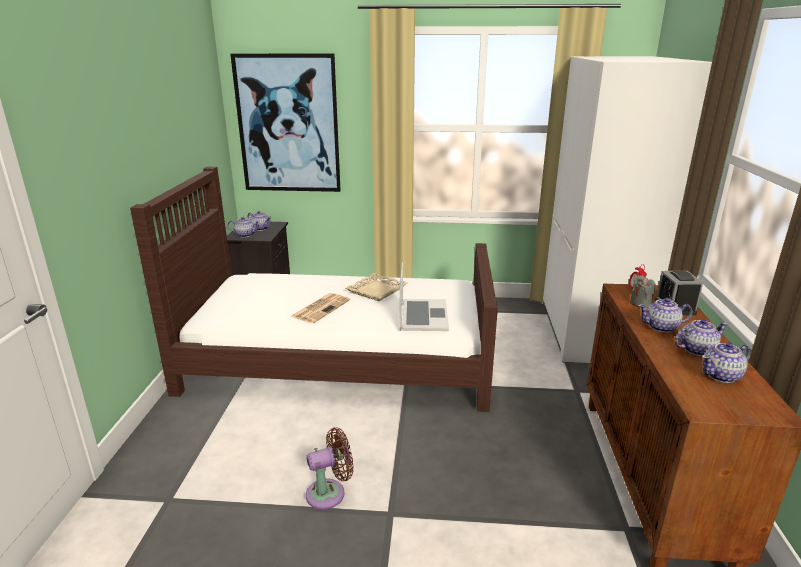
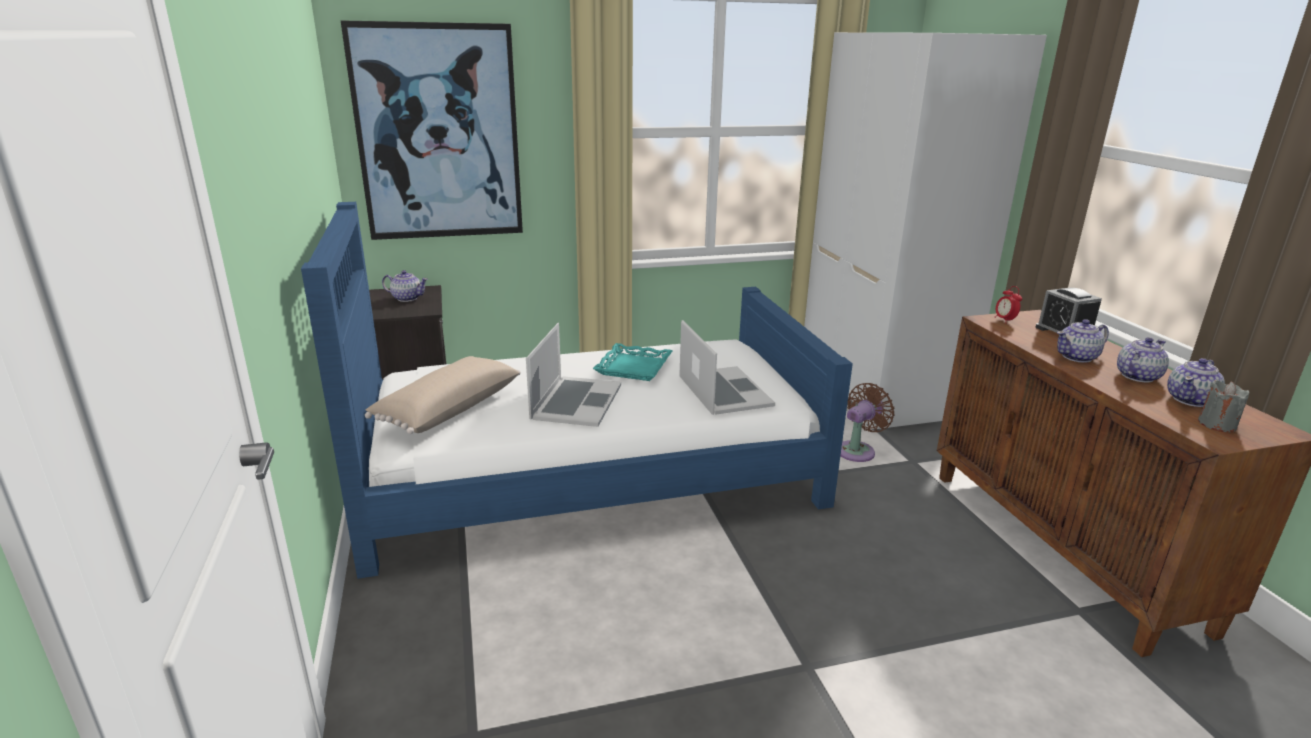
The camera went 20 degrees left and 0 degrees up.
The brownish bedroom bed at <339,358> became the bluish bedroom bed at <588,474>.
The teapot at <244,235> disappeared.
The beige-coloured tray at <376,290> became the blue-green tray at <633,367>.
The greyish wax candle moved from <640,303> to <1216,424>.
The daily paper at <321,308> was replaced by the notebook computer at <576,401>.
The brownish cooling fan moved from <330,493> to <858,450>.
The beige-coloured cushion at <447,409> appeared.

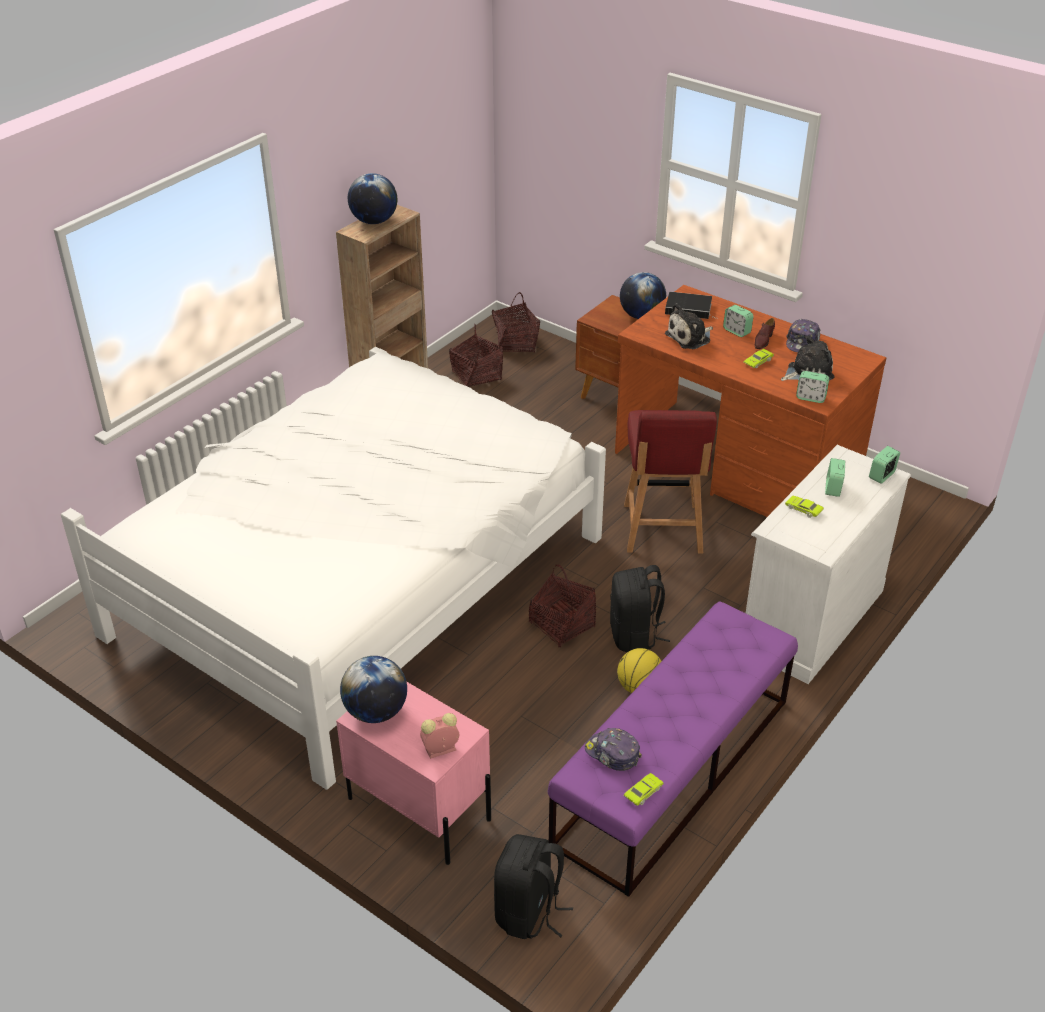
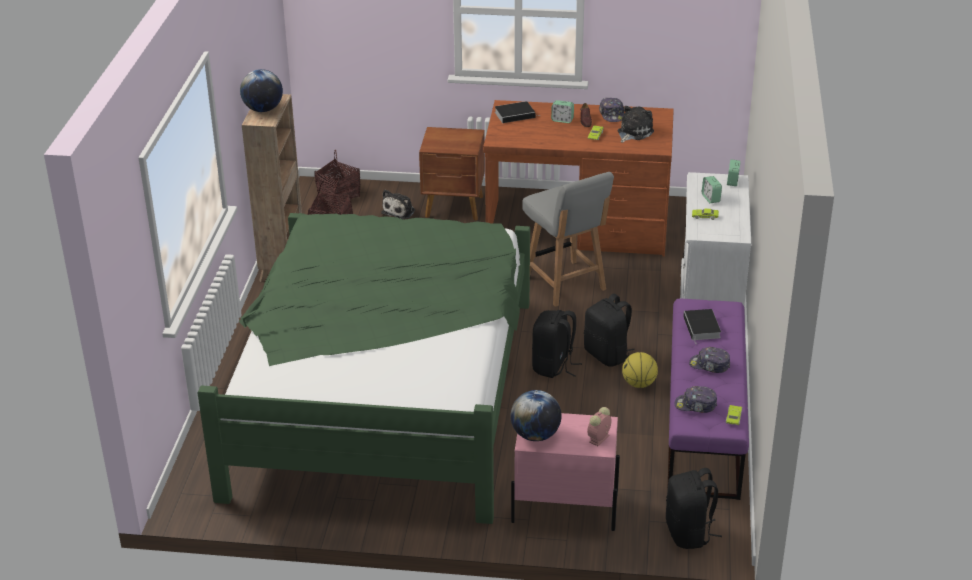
The camera went 30 degrees left and 5 degrees down.
The globe at <641,316> disappeared.
The cuddly toy moved from <690,337> to <400,211>.
The whitish bedroom bed at <359,583> became the green bedroom bed at <383,393>.
The bedside clock at <810,397> disappeared.
The red-coloured chair at <662,530> became the greyish chair at <565,284>.
The basket at <562,625> was replaced by the black-coloured rucksack at <553,366>.
The book at <702,328> appeared.
The baseball cap at <709,365> appeared.

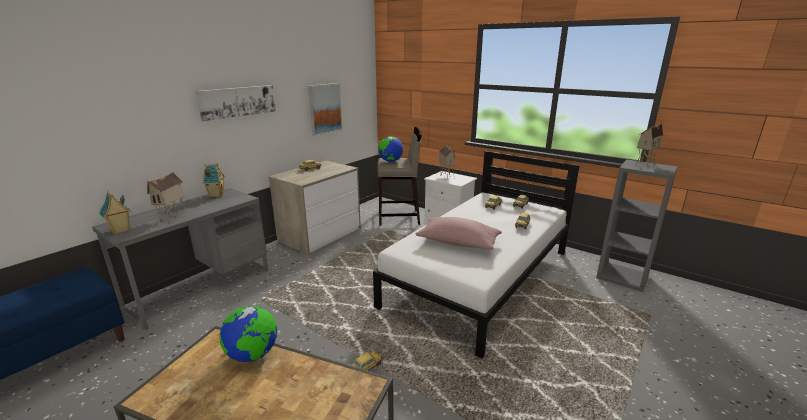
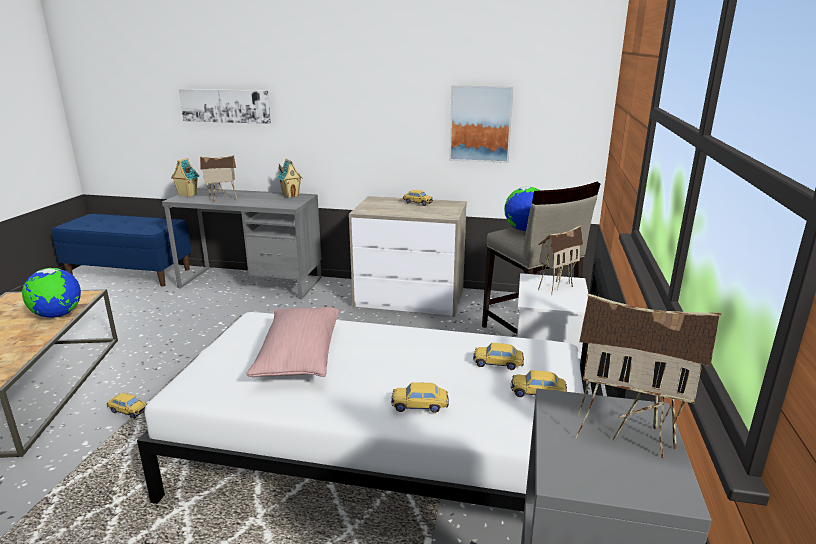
The camera went 65 degrees right and 0 degrees up.
The wall picture moved from <238,101> to <225,105>.

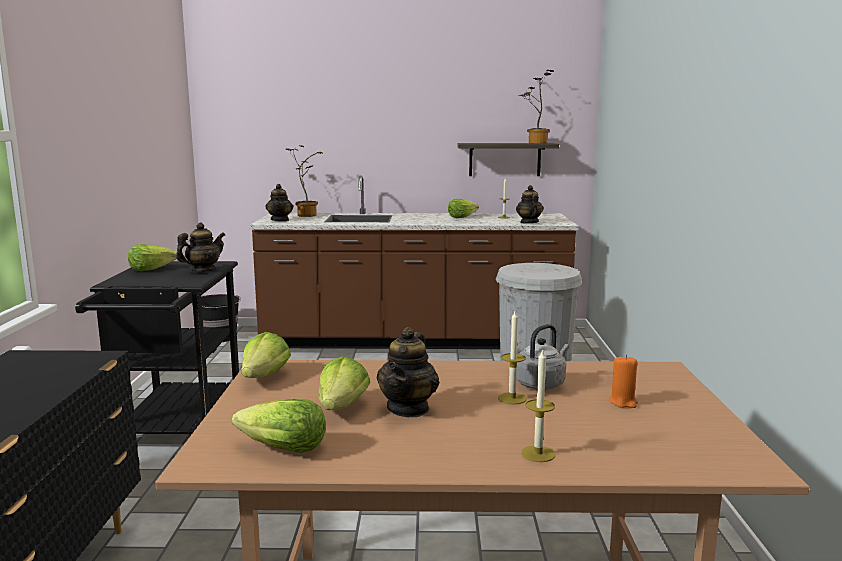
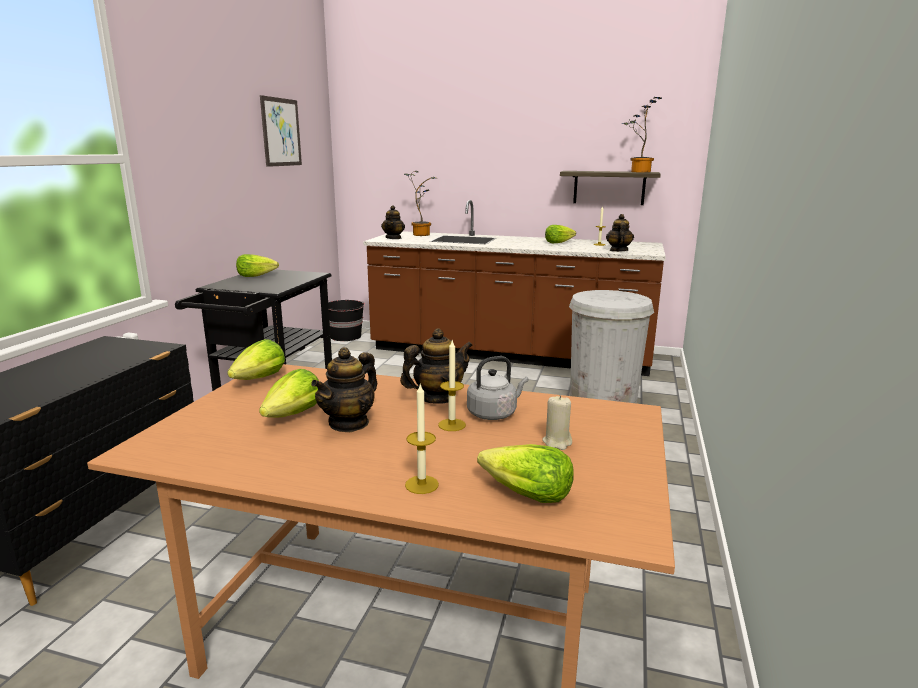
The camera went 15 degrees right and 5 degrees up.
The teapot moved from <203,271> to <437,398>.
The orange wax candle at <623,402> became the beige-coloured wax candle at <557,442>.
The lettuce moved from <282,449> to <526,495>.
The wall picture at <281,132> appeared.

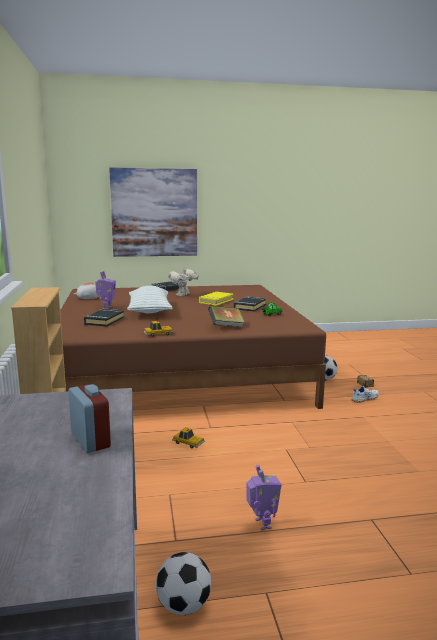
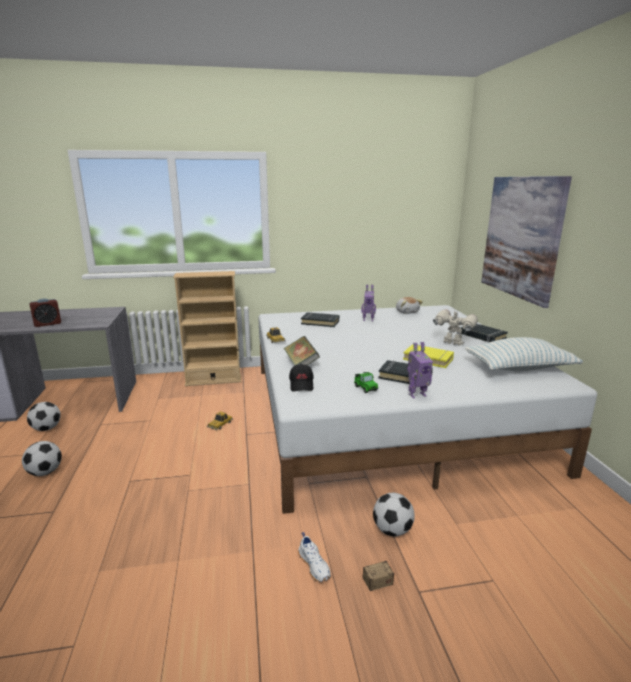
The camera went 90 degrees right and 5 degrees up.
The brownish bedroom bed at <178,371> became the whitish bedroom bed at <387,414>.
The cushion moved from <149,311> to <519,368>.
The toy robot moved from <262,524> to <416,394>.
The black-coloured baseball cap at <302,384> appeared.
The football at <45,472> appeared.

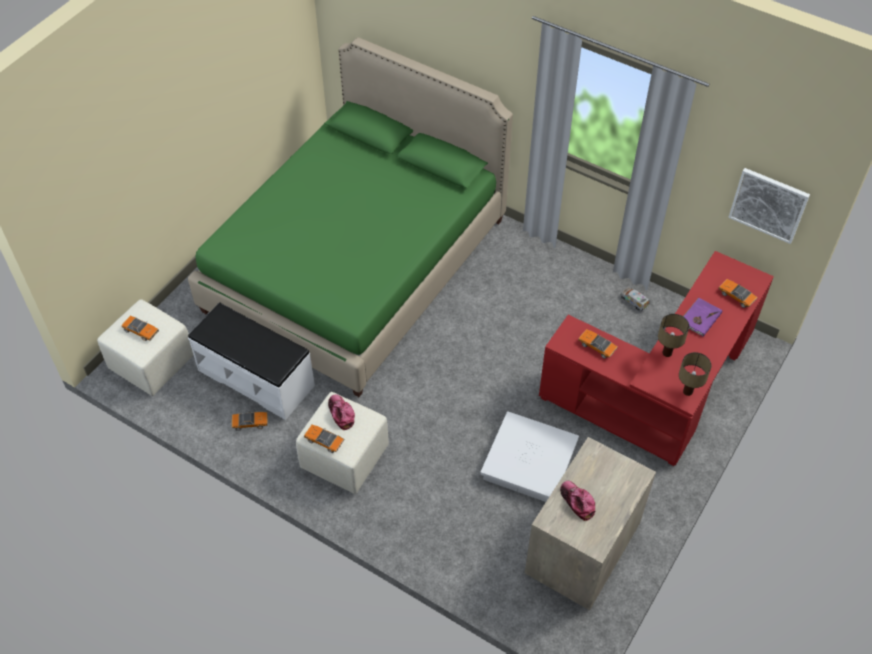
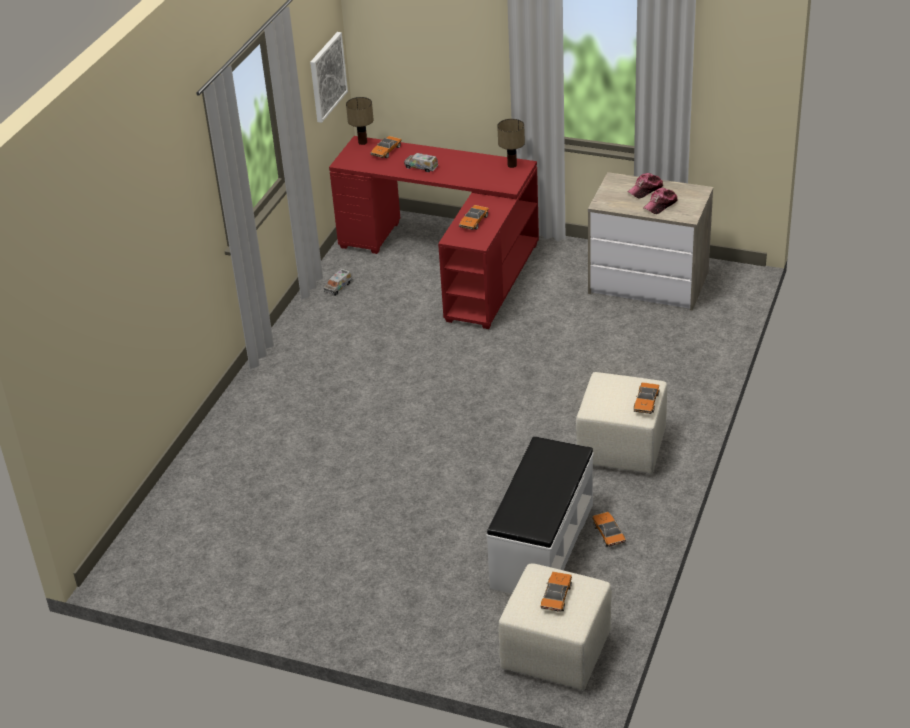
The camera went 100 degrees left and 15 degrees down.
The green bedroom bed at <356,265> disappeared.
The purplish book at <699,318> was replaced by the toy truck at <421,167>.
The tabletop lamp moved from <667,353> to <362,142>.
The baseball cap moved from <341,413> to <645,190>.
The whitish storage bin at <529,462> disappeared.

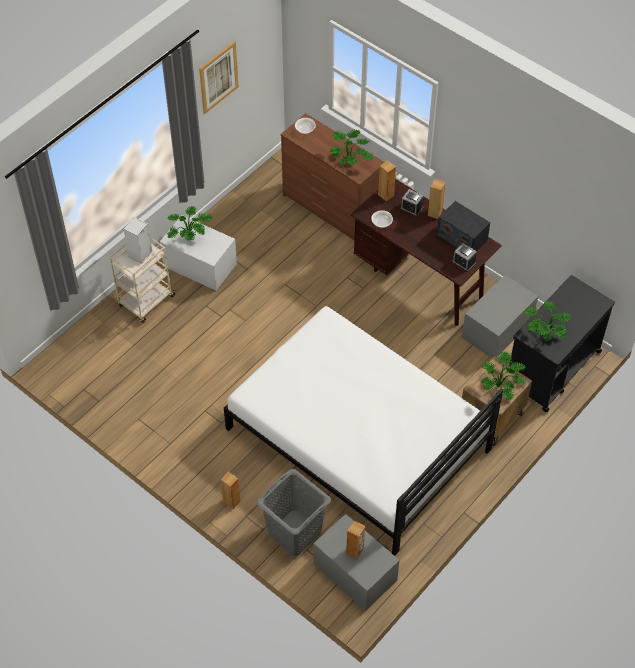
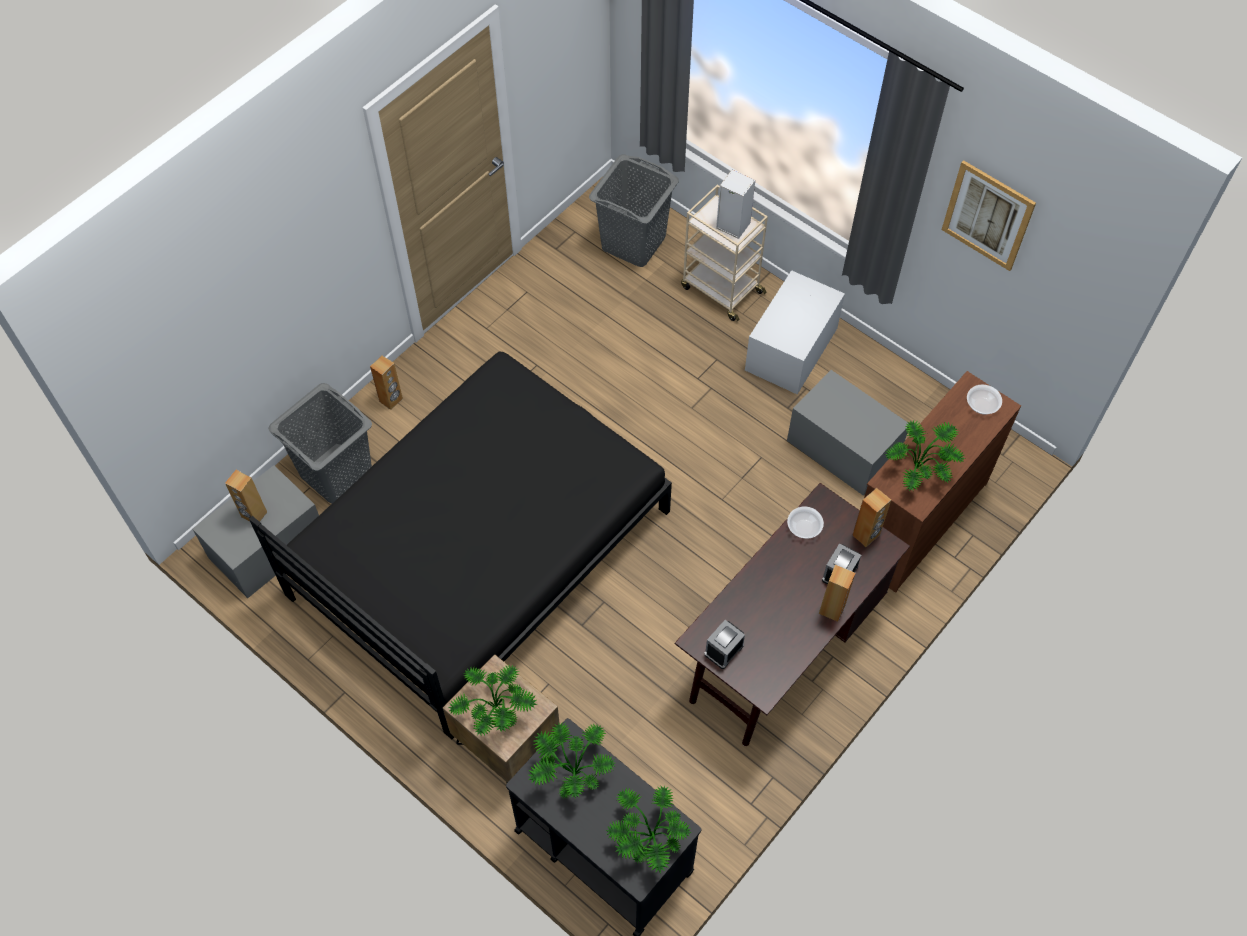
The camera went 90 degrees right and 5 degrees up.
The radio at <461,237> disappeared.
The plant in a pot moved from <190,236> to <647,838>.
The greyish storage bin moved from <497,328> to <843,448>.
The whitish bedroom bed at <357,439> became the black-coloured bedroom bed at <480,552>.
The greyish washing basket at <634,243> appeared.

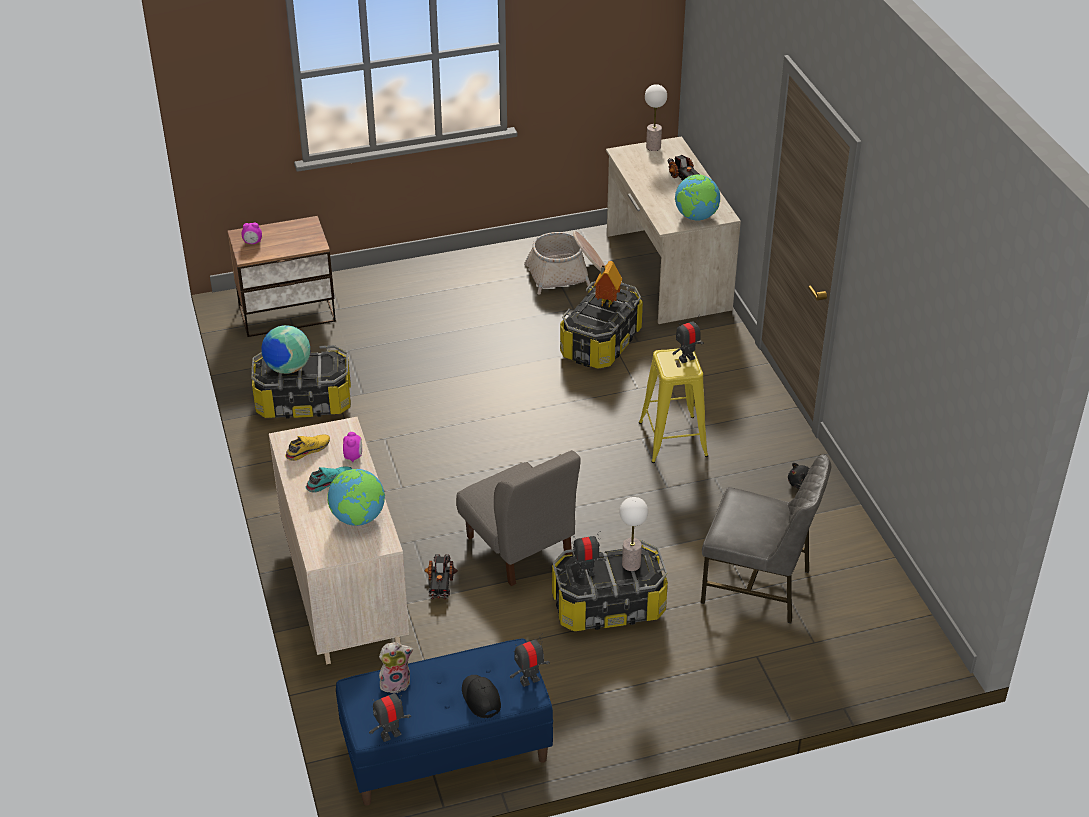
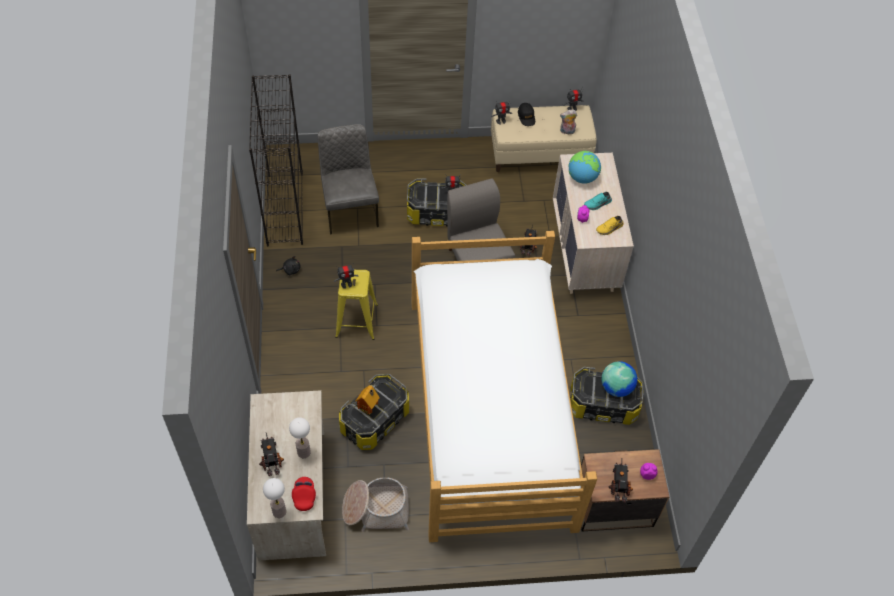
The camera went 170 degrees left and 15 degrees up.
The globe at <696,217> disappeared.
The greyish chair at <758,586> turned 45 degrees clockwise.
The tabletop lamp moved from <631,564> to <303,452>.
The bluish bench at <446,753> became the beige-coloured bench at <540,154>.
The black-coloured shelving unit at <284,209> appeared.
The bedroom bed at <489,411> appeared.
The toy truck at <620,485> appeared.
The red-coloured baseball cap at <304,496> appeared.

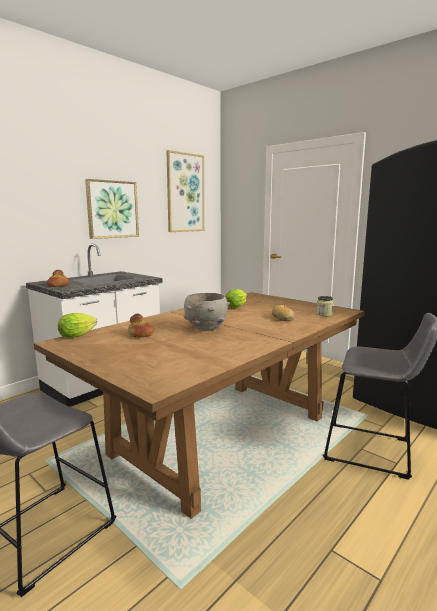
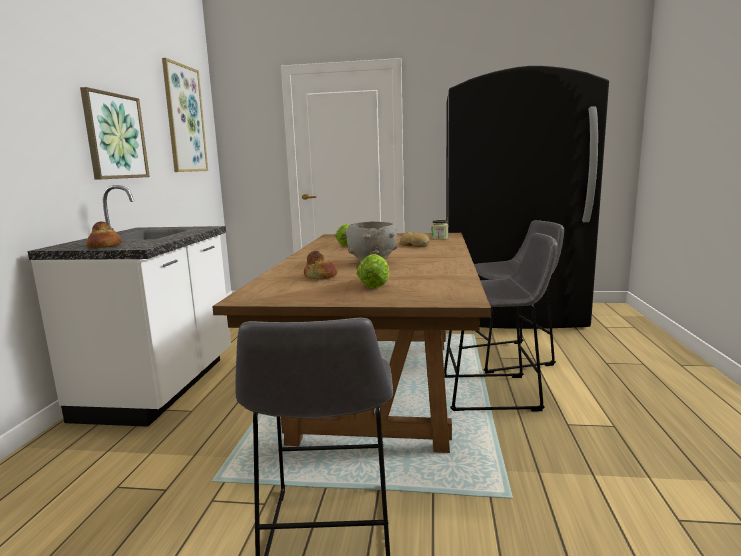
The camera went 35 degrees left and 0 degrees up.
The lettuce moved from <79,335> to <375,285>.
The greyish stool seat at <496,393> appeared.

